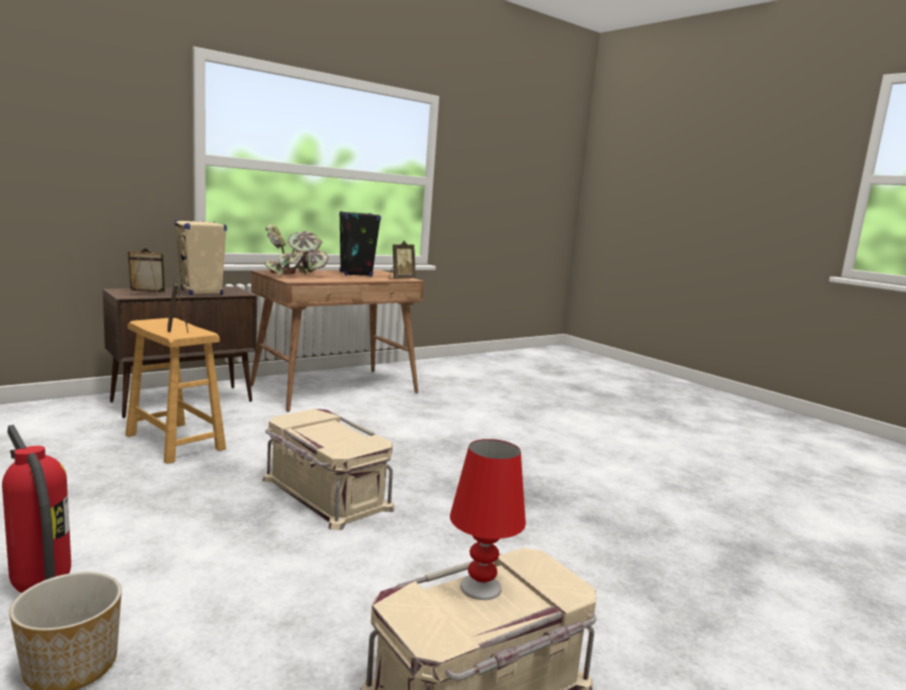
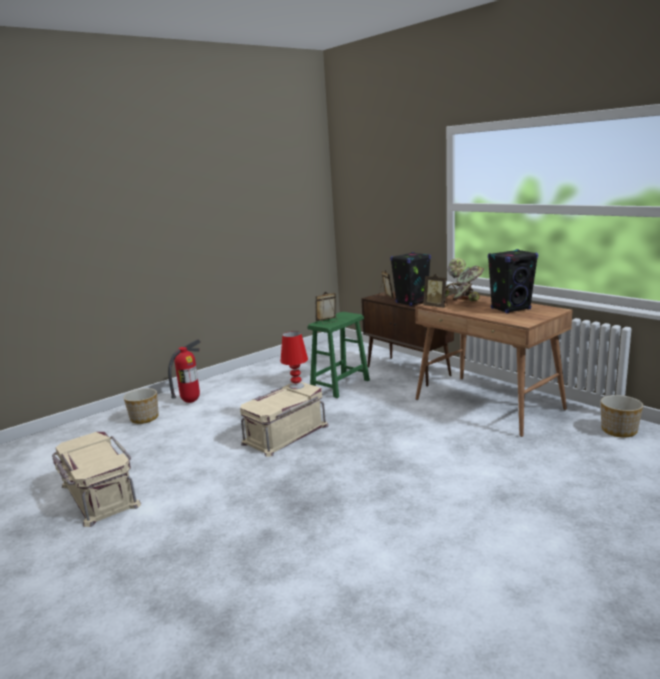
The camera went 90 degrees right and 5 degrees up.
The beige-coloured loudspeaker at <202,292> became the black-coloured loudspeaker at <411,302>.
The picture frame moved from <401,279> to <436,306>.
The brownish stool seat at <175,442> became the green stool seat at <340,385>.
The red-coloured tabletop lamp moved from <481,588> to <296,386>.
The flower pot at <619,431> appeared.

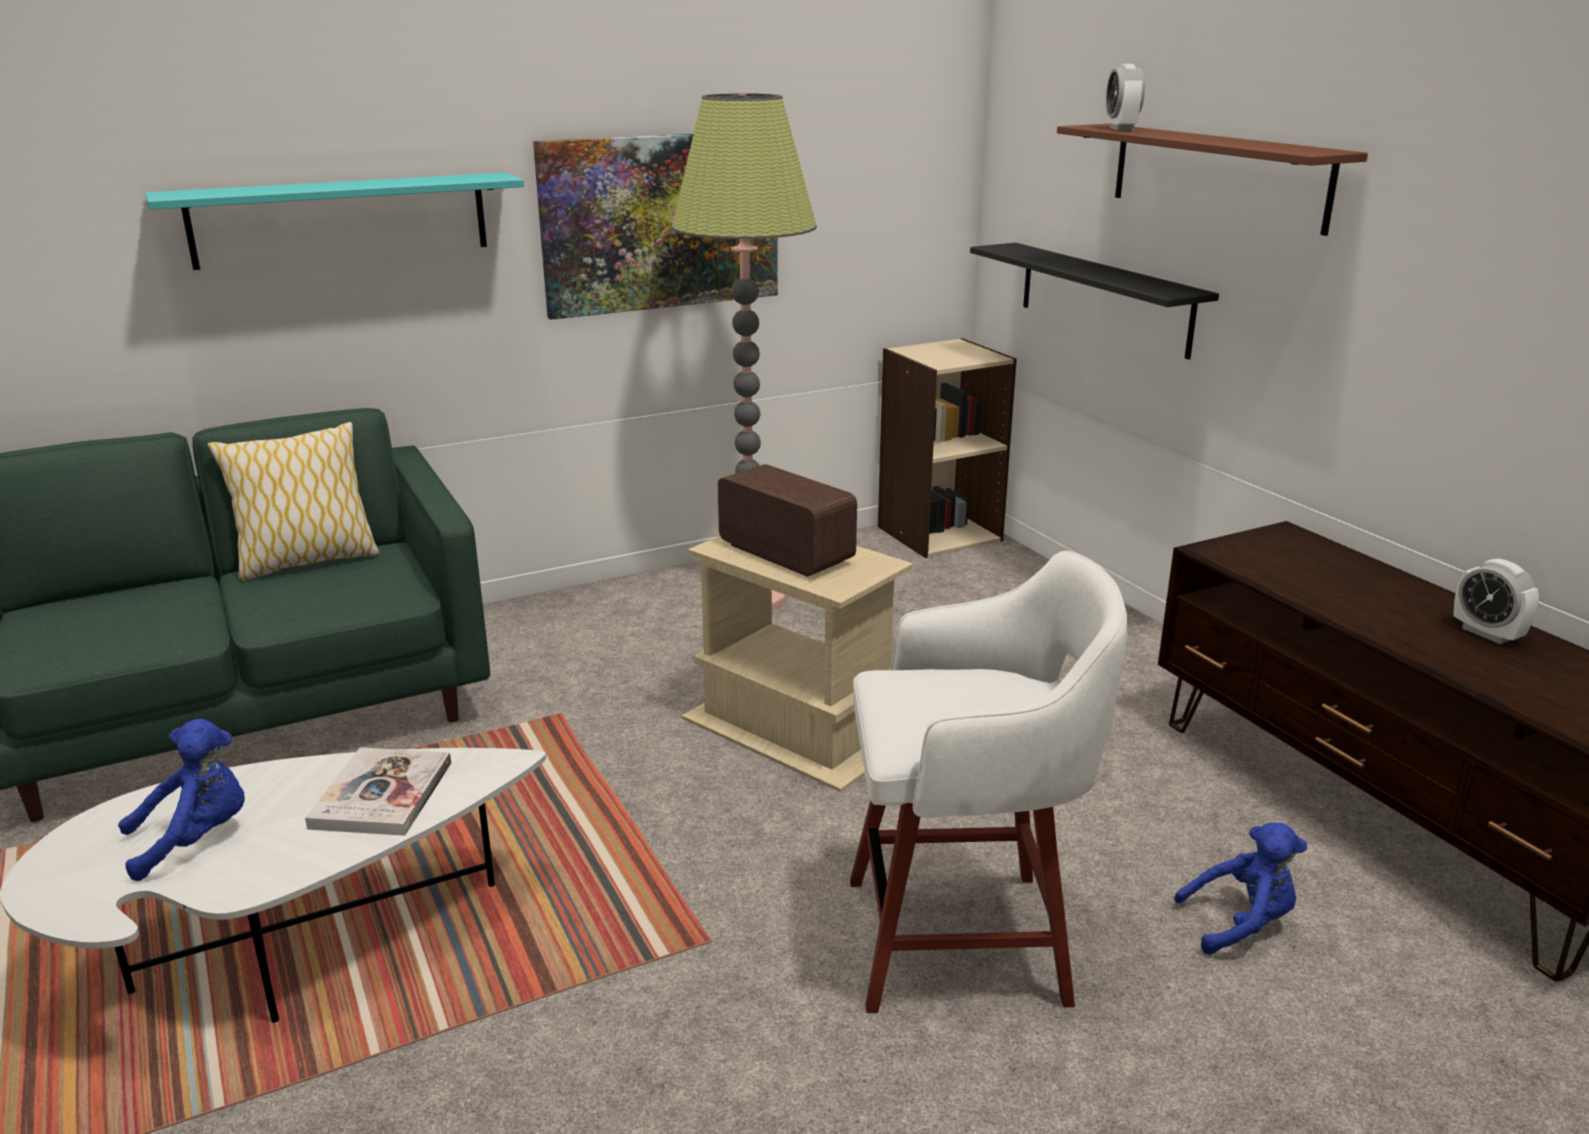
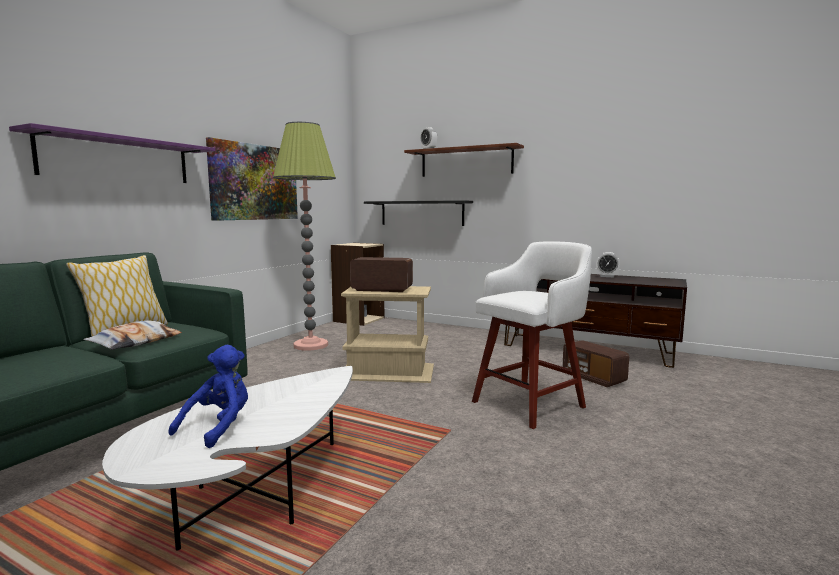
The camera went 35 degrees left and 15 degrees down.
The blue-green bracket shelf at <341,220> became the purplish bracket shelf at <118,159>.
The book at <382,795> disappeared.
The bluish cuddly toy at <1240,924> was replaced by the radio at <593,378>.
The cushion at <136,342> appeared.

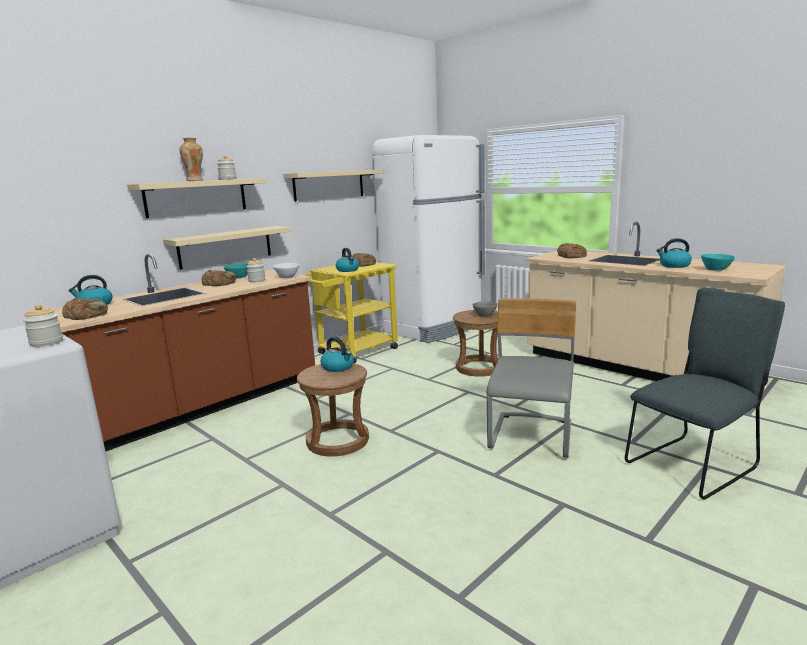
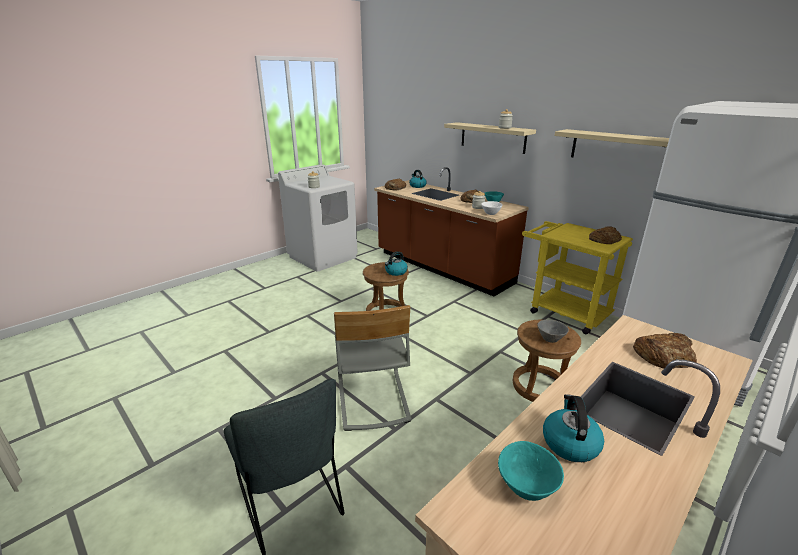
The camera went 90 degrees right and 10 degrees up.
The vase at <195,180> disappeared.
The beige-coloured bracket shelf at <225,247> disappeared.
The tea kettle at <348,270> disappeared.
The greyish chair at <532,437> turned 60 degrees clockwise.

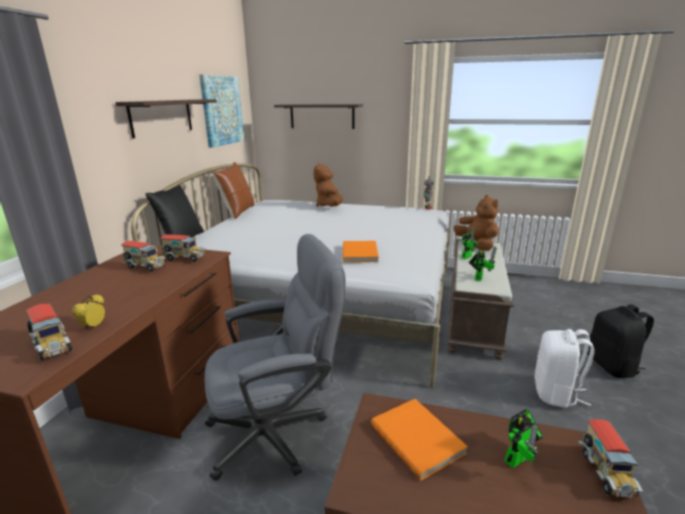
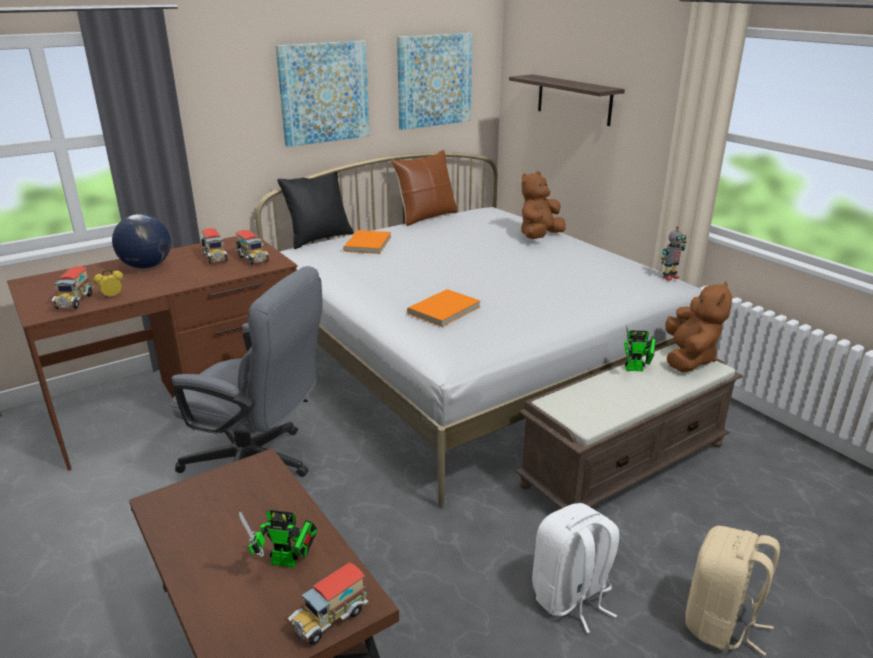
The camera went 40 degrees right and 5 degrees up.
The bracket shelf at <161,117> was replaced by the wall picture at <324,93>.
The toy robot at <479,277> disappeared.
The black-coloured rucksack at <612,366> became the beige-coloured rucksack at <720,623>.
The orange book moved from <418,438> to <369,244>.
The globe at <146,266> appeared.

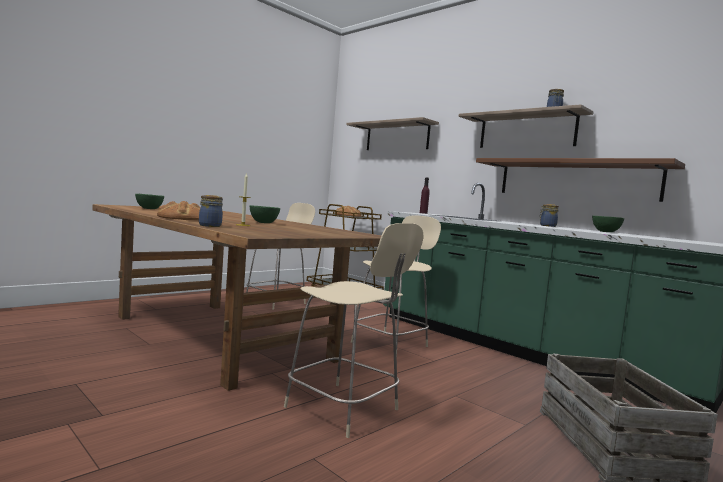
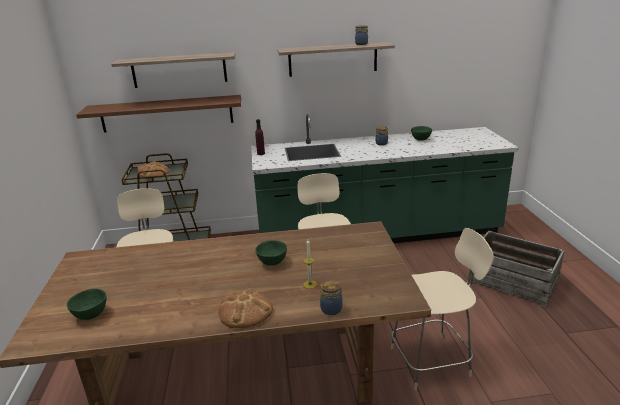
The camera went 50 degrees left and 20 degrees up.
The brownish bracket shelf moved from <575,180> to <167,113>.

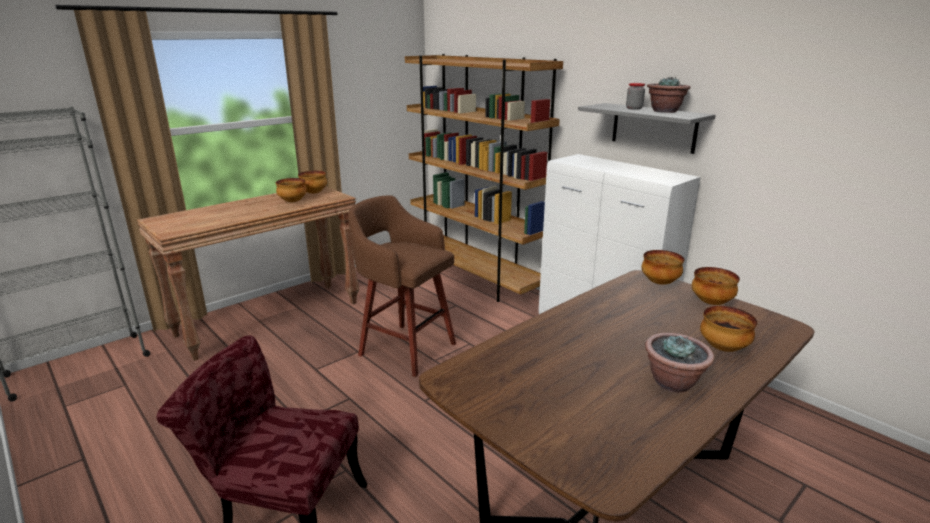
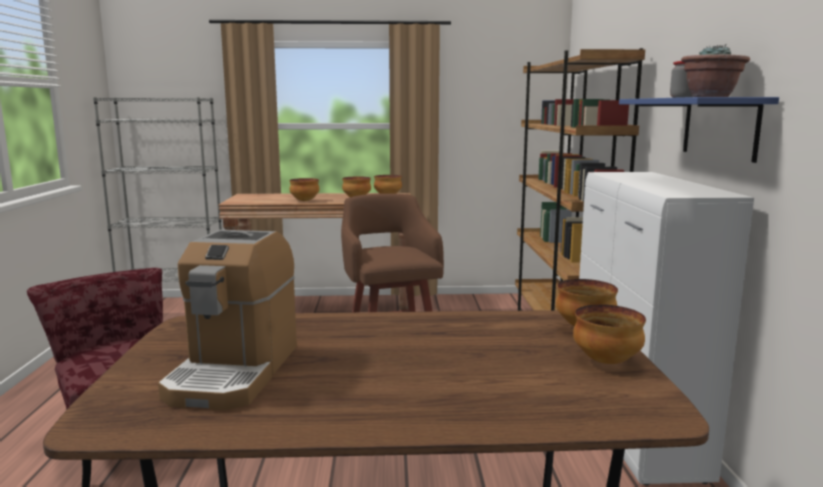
The camera went 40 degrees right and 10 degrees down.
The greyish bracket shelf at <653,127> became the bluish bracket shelf at <719,127>.
The deep dish moved from <722,348> to <304,201>.
The plant in a pot at <673,382> disappeared.
The coffee maker at <234,371> appeared.

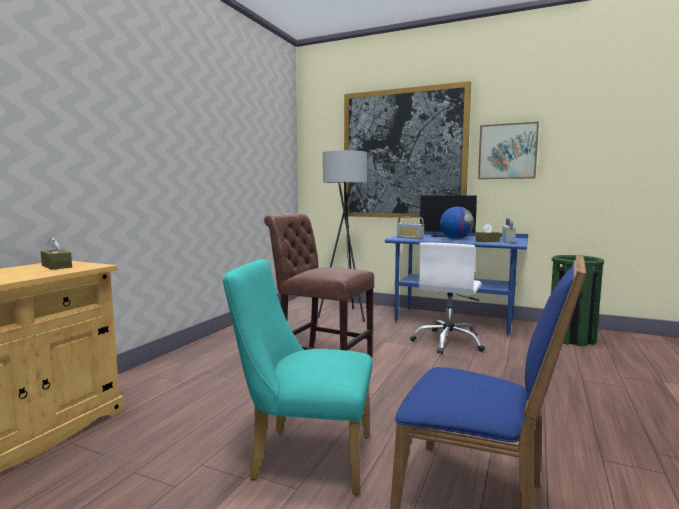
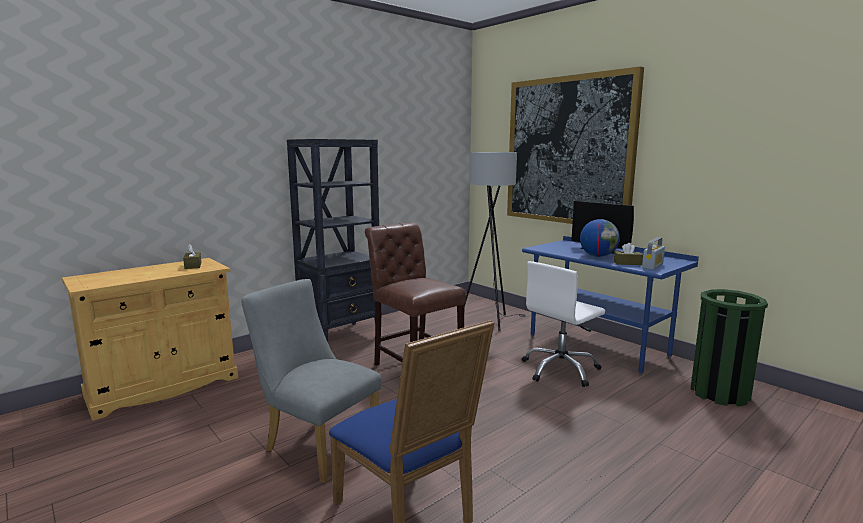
The camera went 25 degrees right and 5 degrees up.
The wall picture at <507,151> disappeared.
The radio at <410,238> disappeared.
The blue-green chair at <303,457> became the greyish chair at <317,444>.
The black-coloured shelving unit at <341,336> appeared.

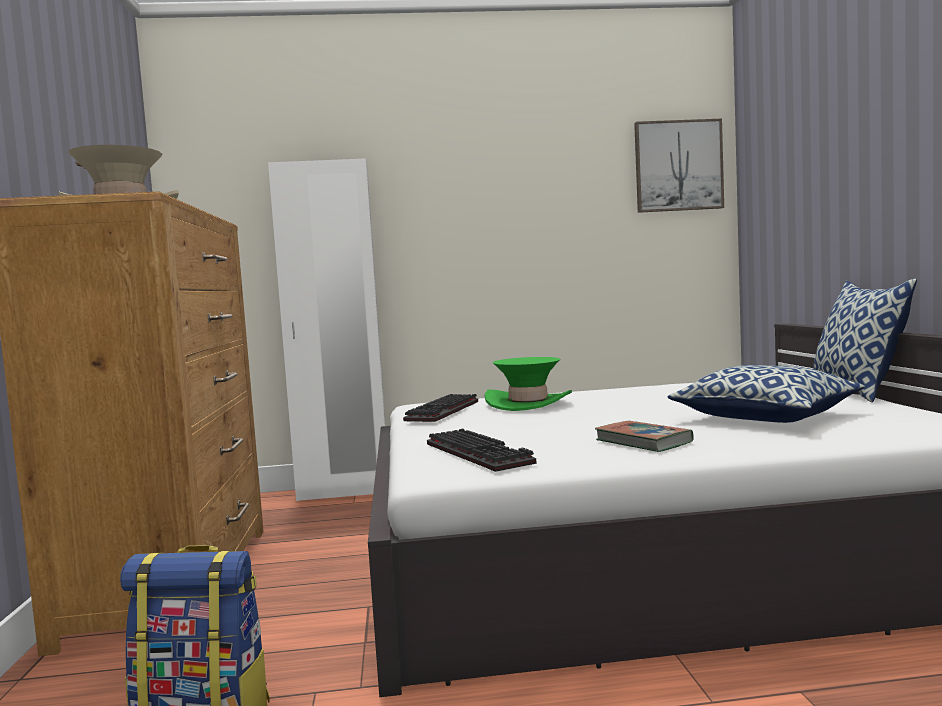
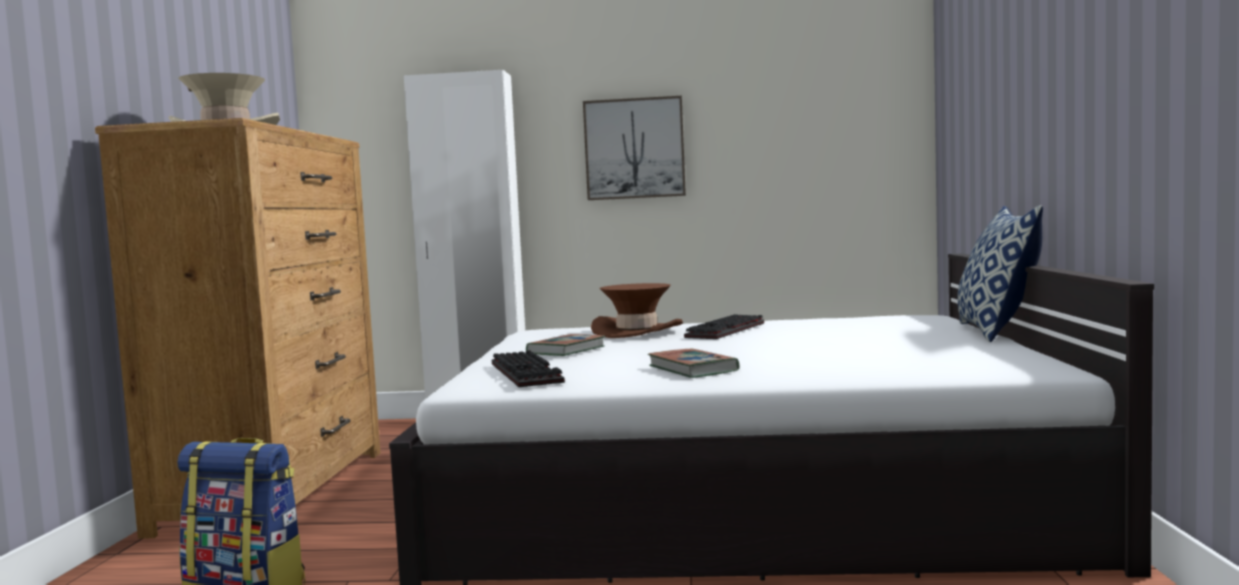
The camera went 10 degrees right and 0 degrees up.
The wall picture moved from <678,166> to <634,148>.
The green hat at <528,403> became the brownish hat at <637,331>.
The cushion at <766,417> disappeared.
The keyboard moved from <444,411> to <727,331>.
The book at <566,350> appeared.

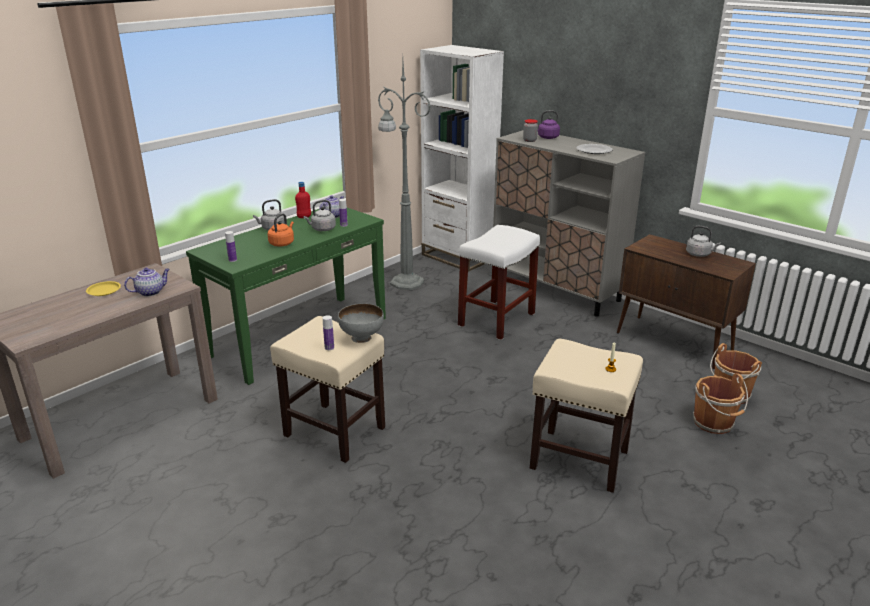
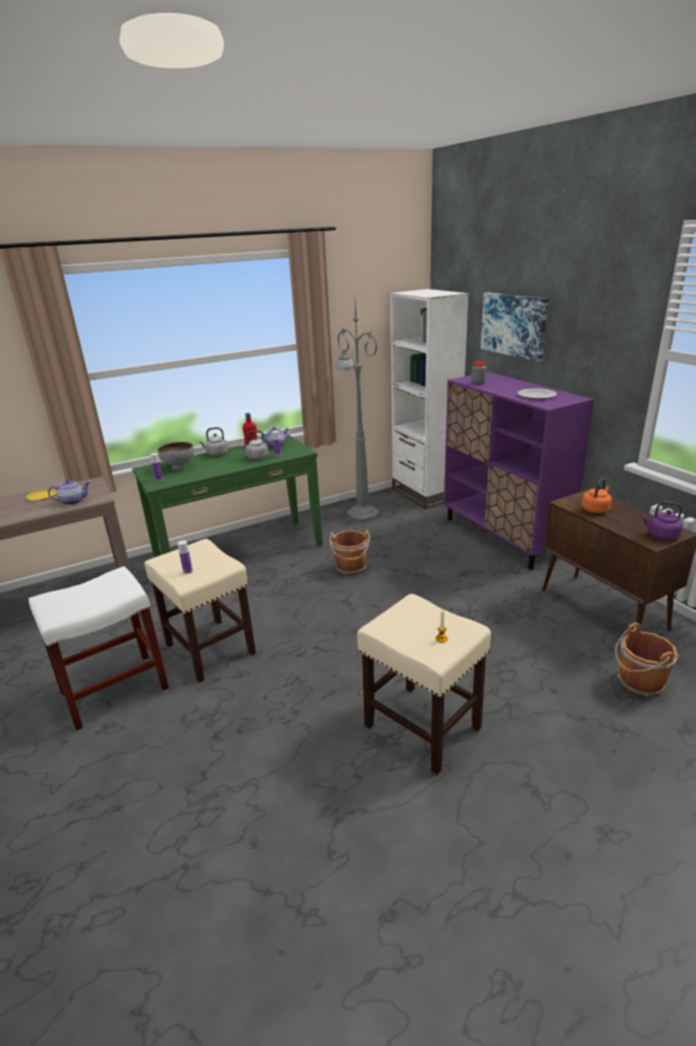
The camera went 20 degrees right and 0 degrees up.
The purplish tea kettle moved from <547,137> to <661,535>.
The greyish storage cabinet at <556,290> became the purplish storage cabinet at <503,536>.
The orange tea kettle moved from <282,243> to <595,509>.
The whitish stool seat moved from <496,320> to <113,691>.
The greyish tea kettle at <699,254> disappeared.
The greyish deep dish moved from <362,338> to <178,467>.
The brownish bucket moved from <714,424> to <351,568>.
The wall picture at <514,325> appeared.

